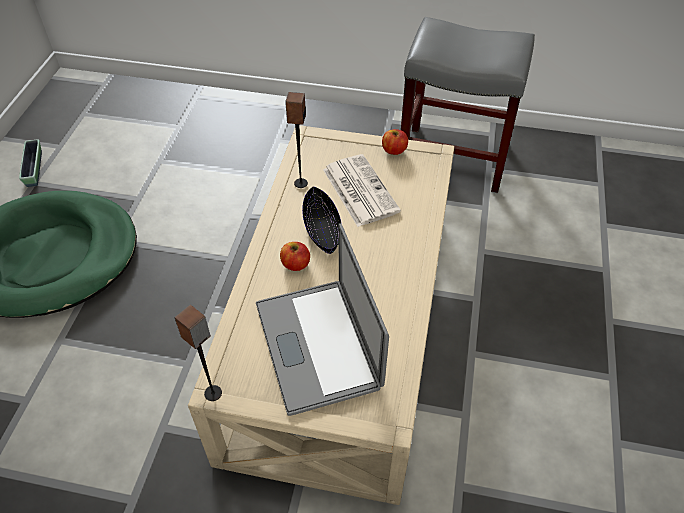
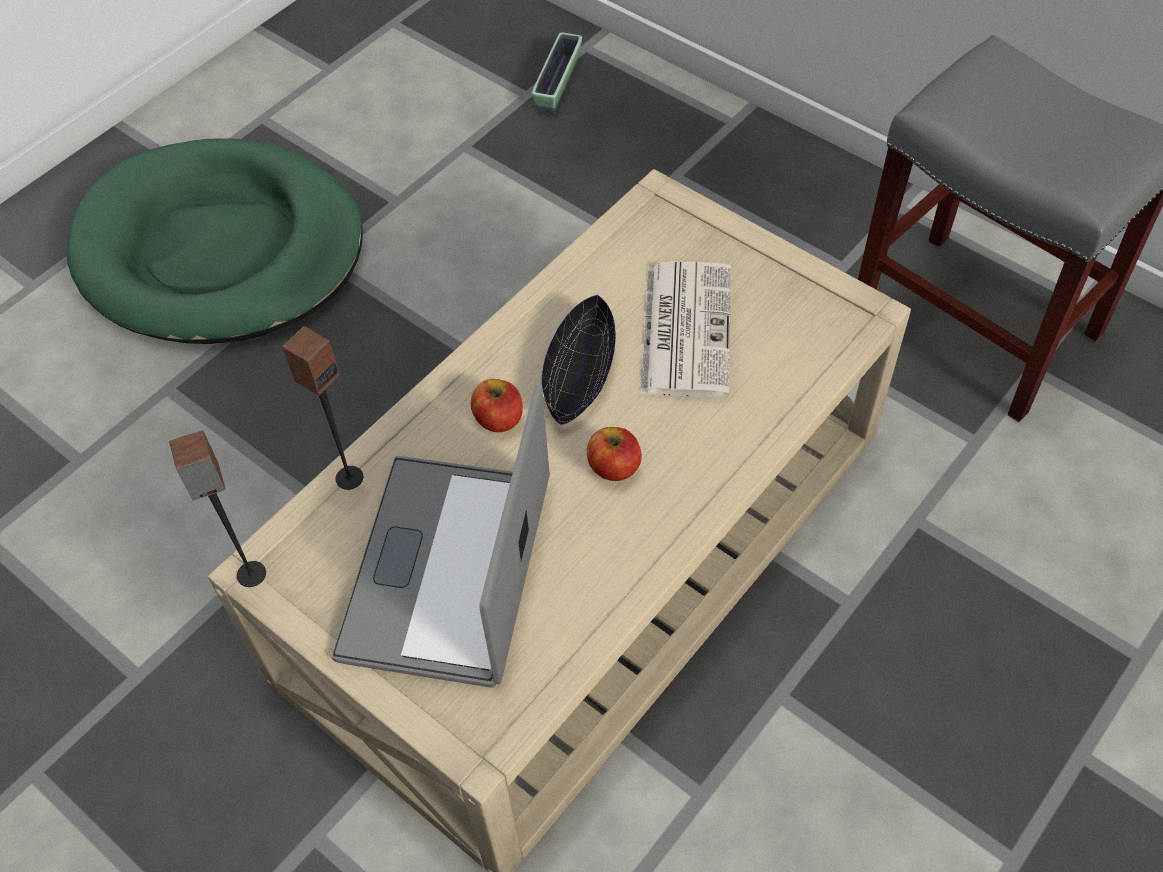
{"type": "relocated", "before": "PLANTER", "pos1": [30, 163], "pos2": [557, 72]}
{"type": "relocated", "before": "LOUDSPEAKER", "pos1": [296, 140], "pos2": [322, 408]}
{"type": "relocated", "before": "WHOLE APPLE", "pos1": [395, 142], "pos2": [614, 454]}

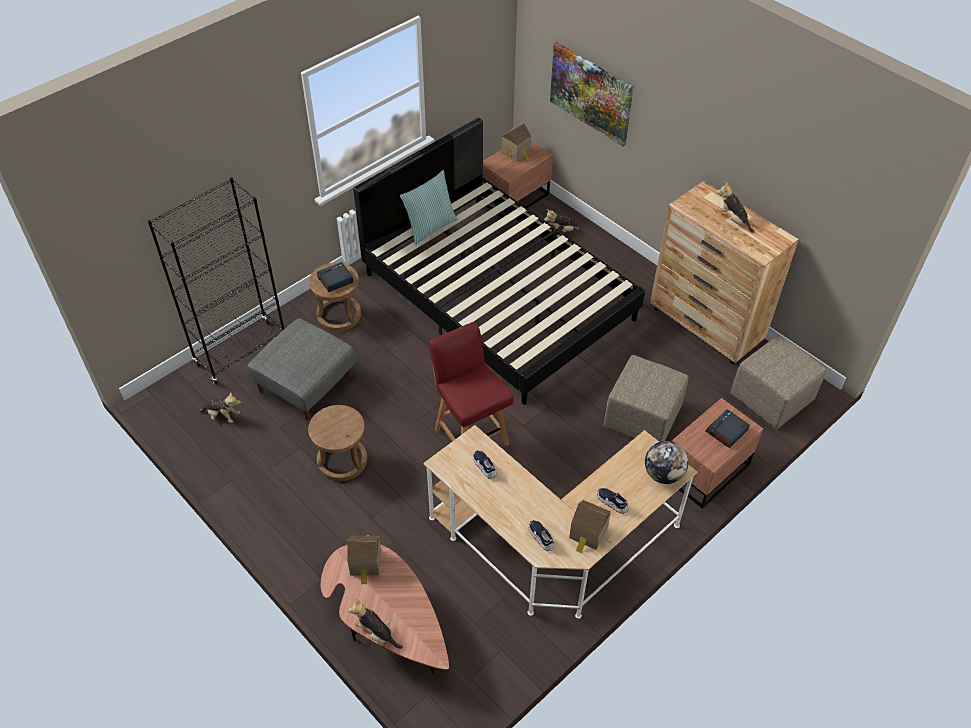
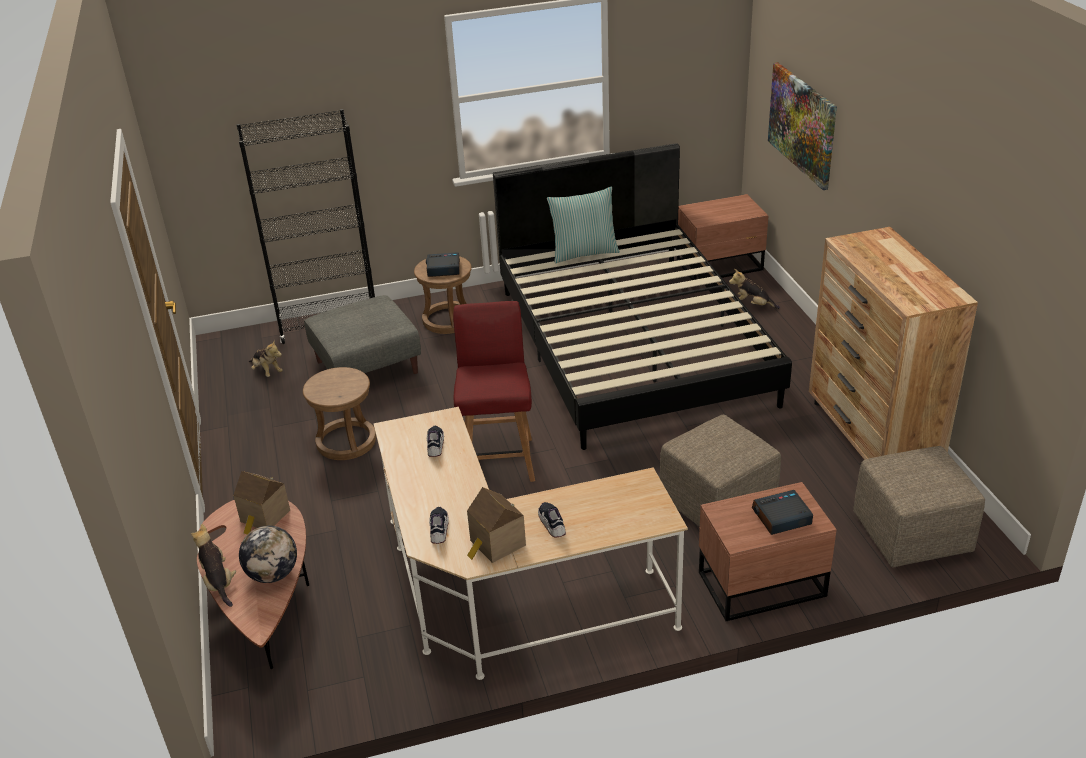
{"type": "missing", "before": "MODEL HOUSE", "pos1": [516, 142]}
{"type": "relocated", "before": "WORLD GLOBE", "pos1": [666, 462], "pos2": [268, 554]}
{"type": "missing", "before": "CUDDLY TOY", "pos1": [735, 207]}

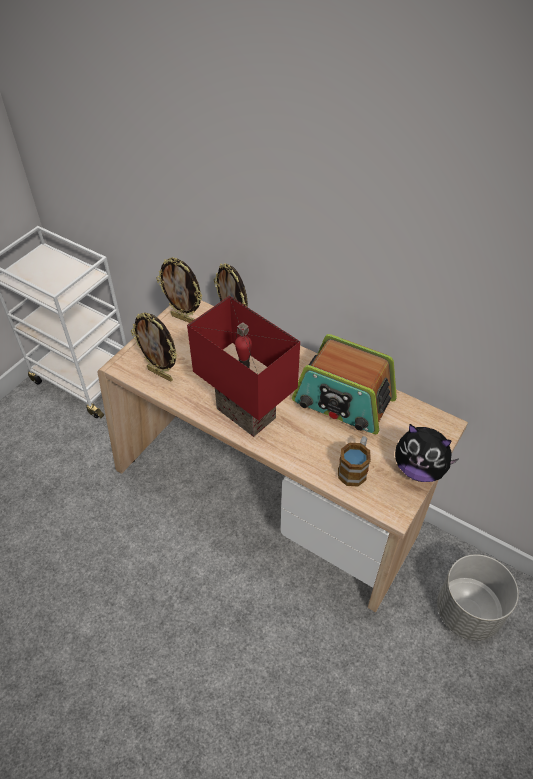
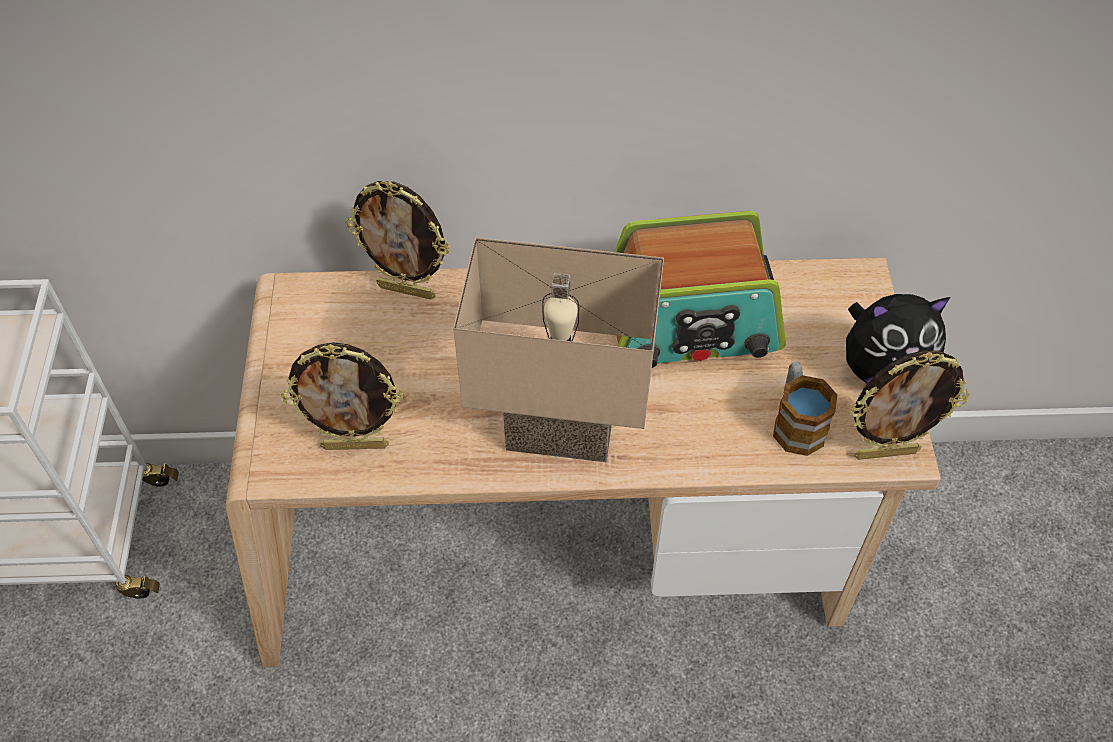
{"type": "relocated", "before": "PHOTO FRAME", "pos1": [179, 290], "pos2": [909, 405]}
{"type": "colour", "before": "RED LAMP FOR A TABLE", "after": "BEIGE LAMP FOR A TABLE", "pos1": [243, 366], "pos2": [558, 349]}
{"type": "missing", "before": "GRAY PLANTER", "pos1": [478, 597]}

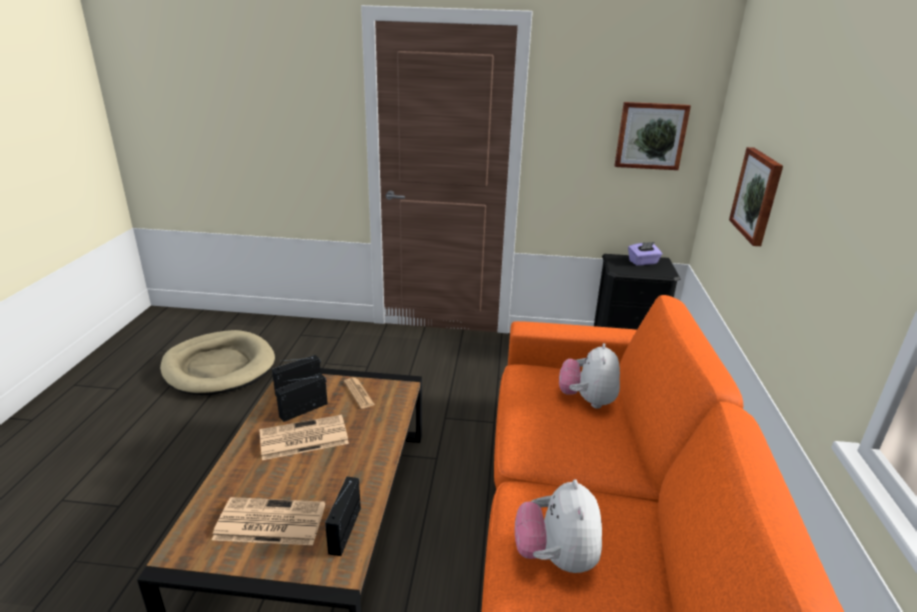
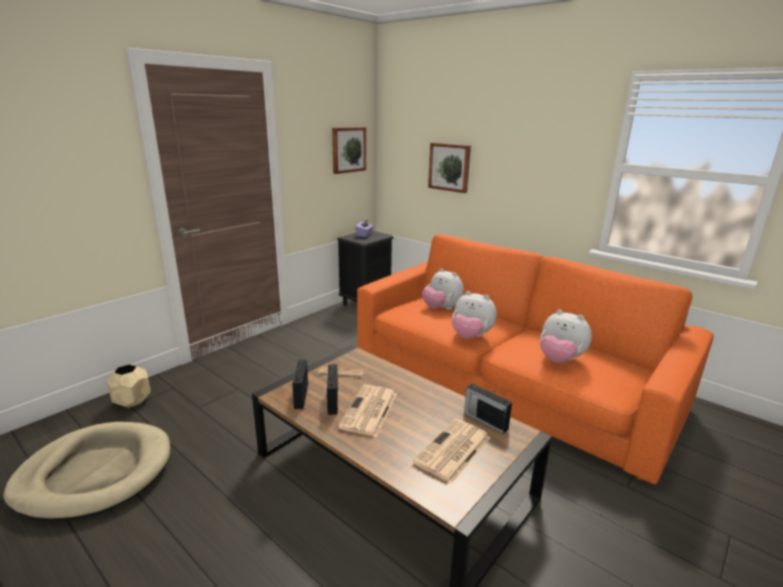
{"type": "appeared", "after": "BEIGE PLANTER", "pos2": [129, 386]}
{"type": "appeared", "after": "CUDDLY TOY", "pos2": [474, 315]}

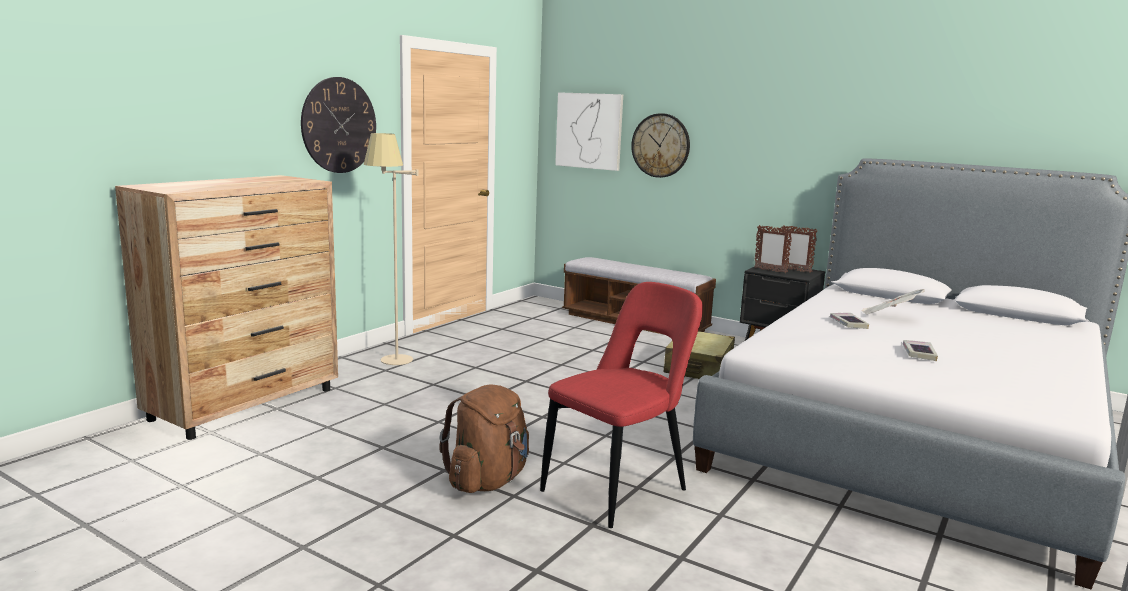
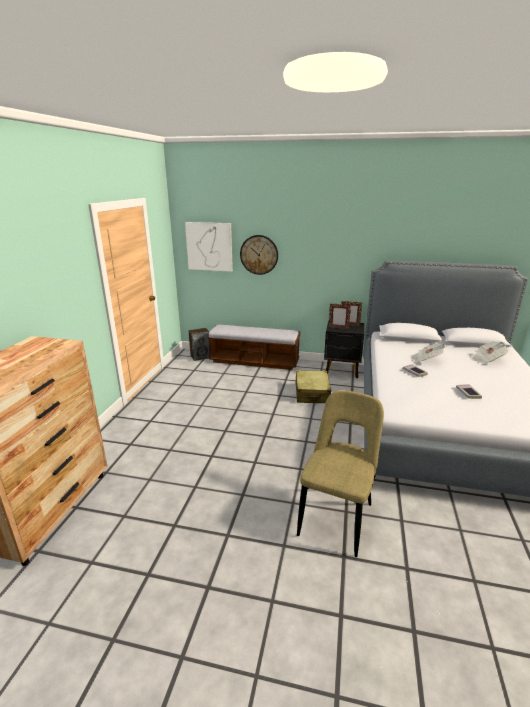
{"type": "missing", "before": "CLOCK ON THE WALL", "pos1": [338, 125]}
{"type": "missing", "before": "BEIGE STANDING LAMP", "pos1": [391, 249]}
{"type": "missing", "before": "BROWN KNAPSACK", "pos1": [484, 438]}
{"type": "colour", "before": "RED UPRIGHT CHAIR", "after": "BEIGE UPRIGHT CHAIR", "pos1": [621, 405], "pos2": [340, 473]}
{"type": "appeared", "after": "LOUDSPEAKER", "pos2": [199, 344]}
{"type": "appeared", "after": "NEWSPAPER", "pos2": [489, 352]}

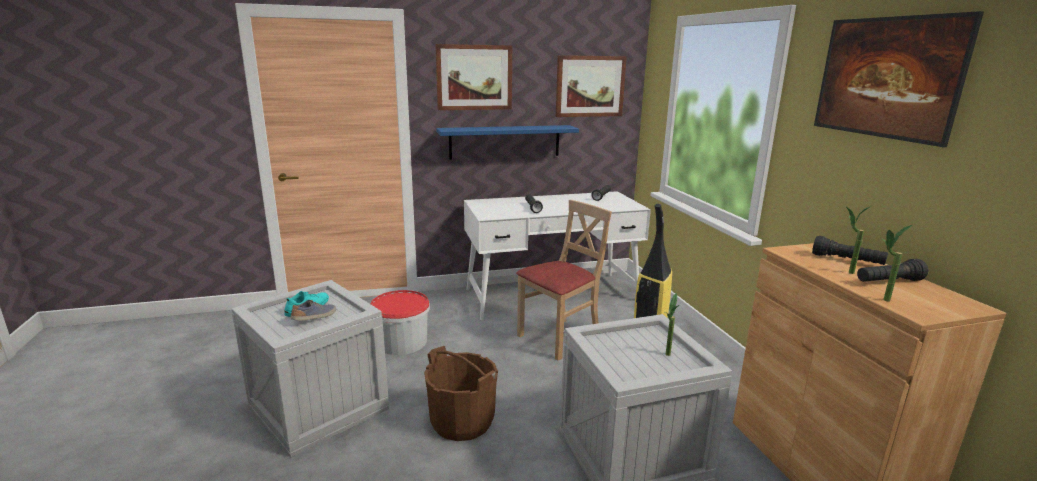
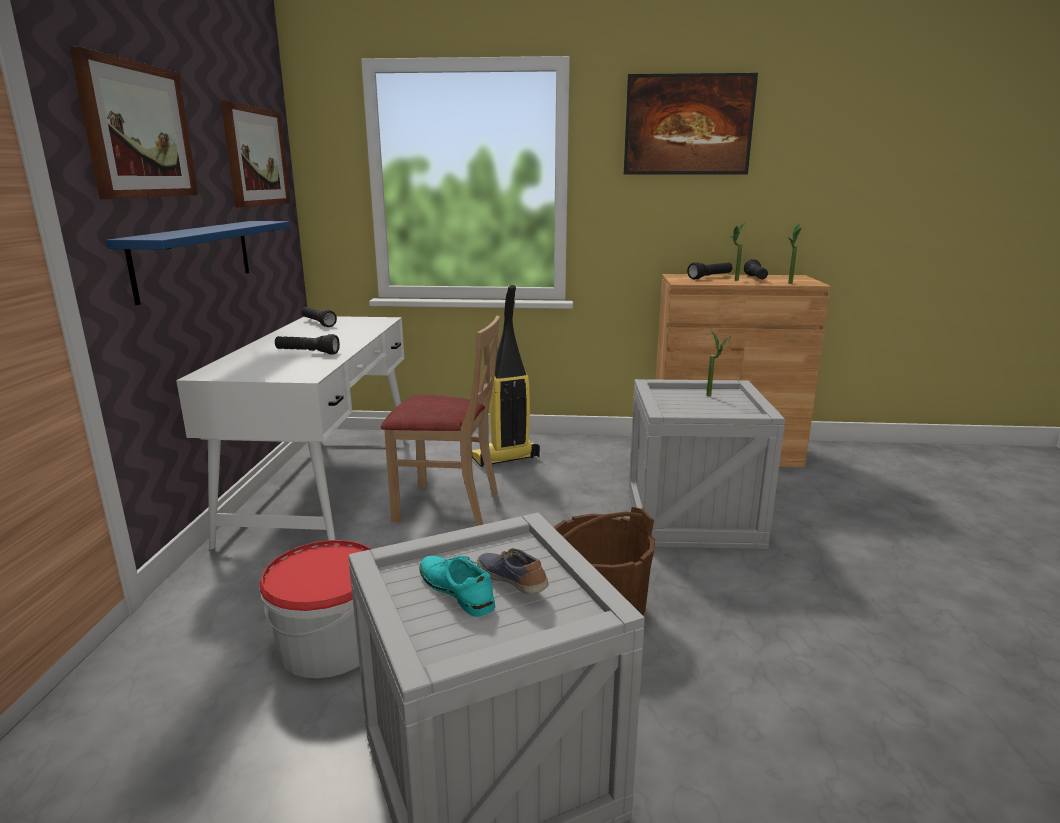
{"type": "spun", "before": "BEIGE UPRIGHT CHAIR", "pos1": [564, 280], "pos2": [440, 420], "turn": 120}

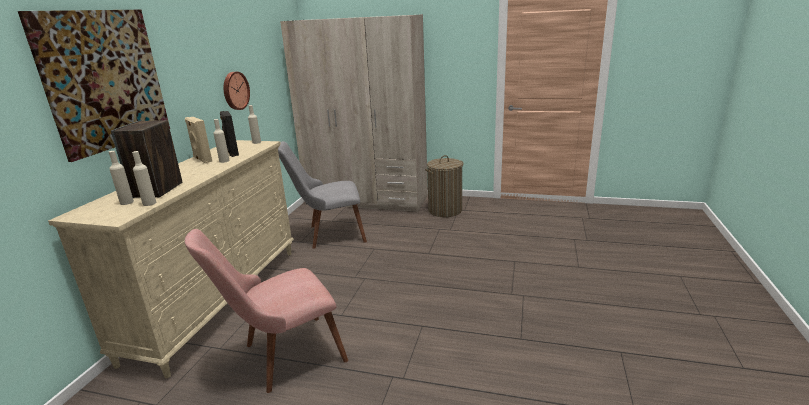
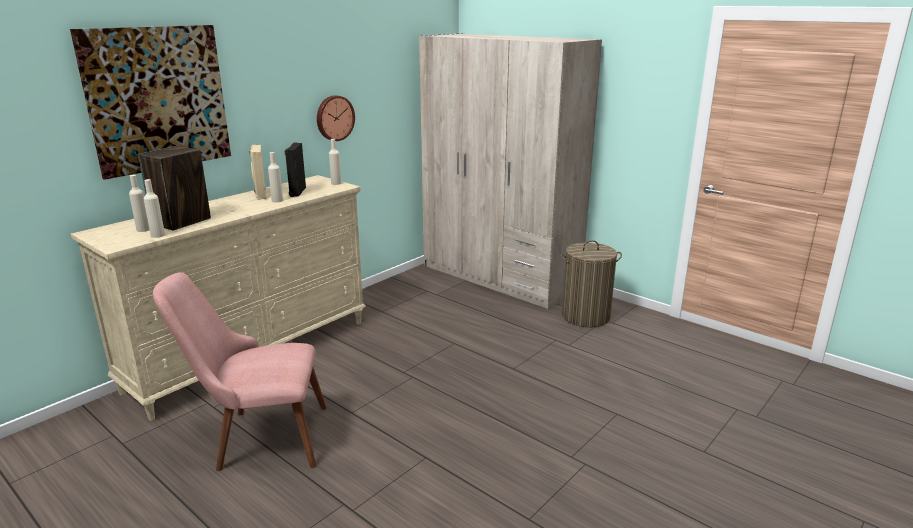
{"type": "missing", "before": "GRAY UPRIGHT CHAIR", "pos1": [322, 195]}

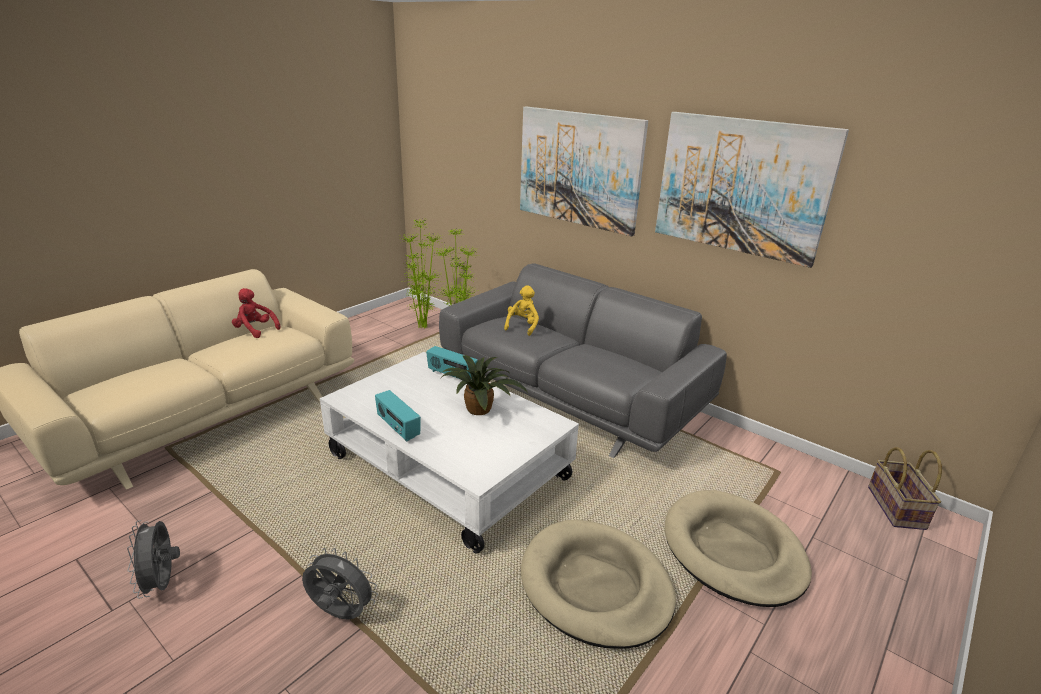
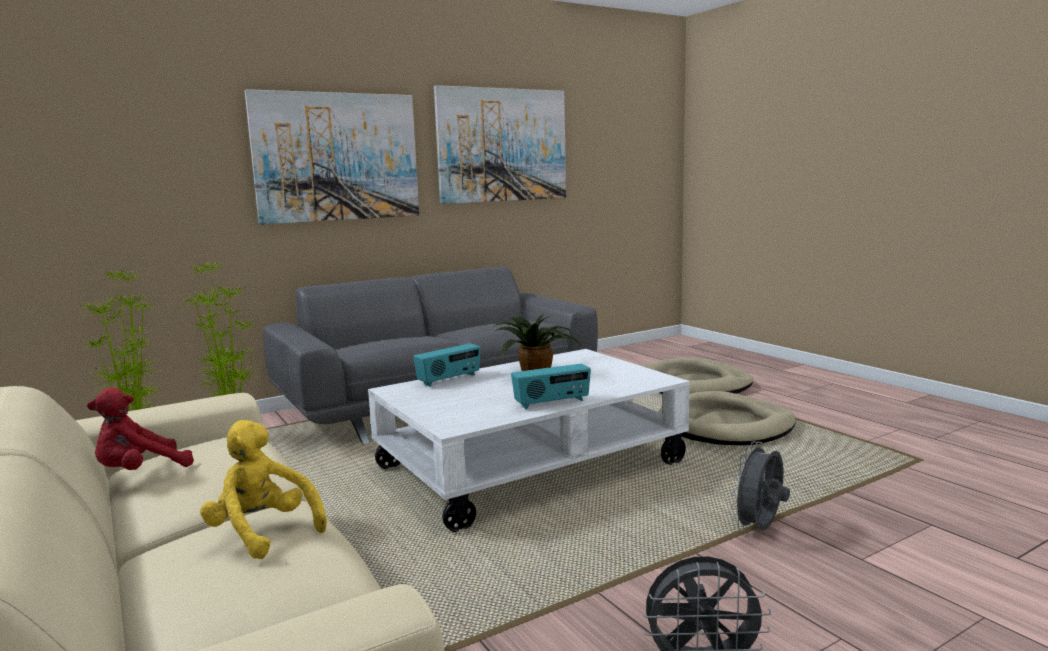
{"type": "relocated", "before": "YELLOW CUDDLY TOY", "pos1": [521, 310], "pos2": [263, 489]}
{"type": "missing", "before": "STORAGE BASKET", "pos1": [905, 488]}

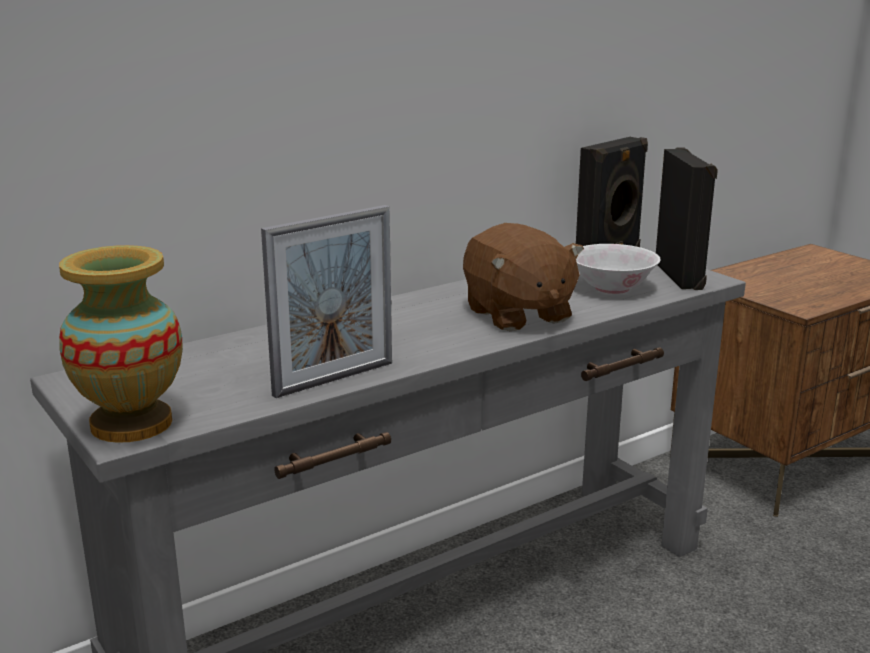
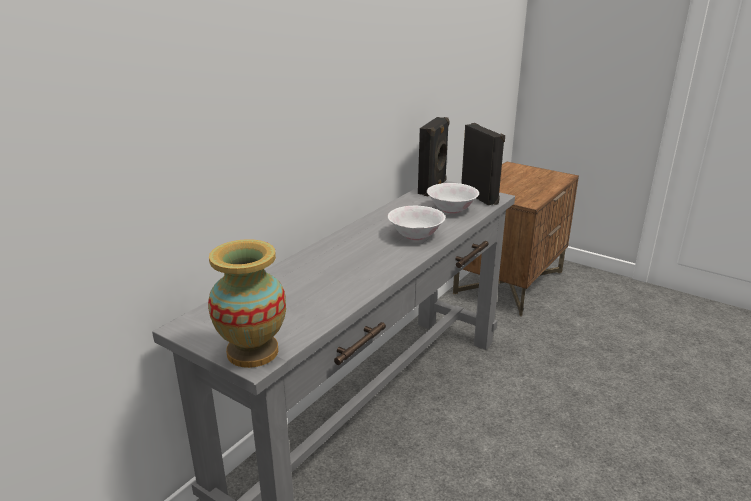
{"type": "missing", "before": "PHOTO FRAME", "pos1": [326, 301]}
{"type": "exchanged", "before": "BROWN CUDDLY TOY", "after": "WHITISH DEEP DISH", "pos1": [523, 277], "pos2": [416, 223]}

